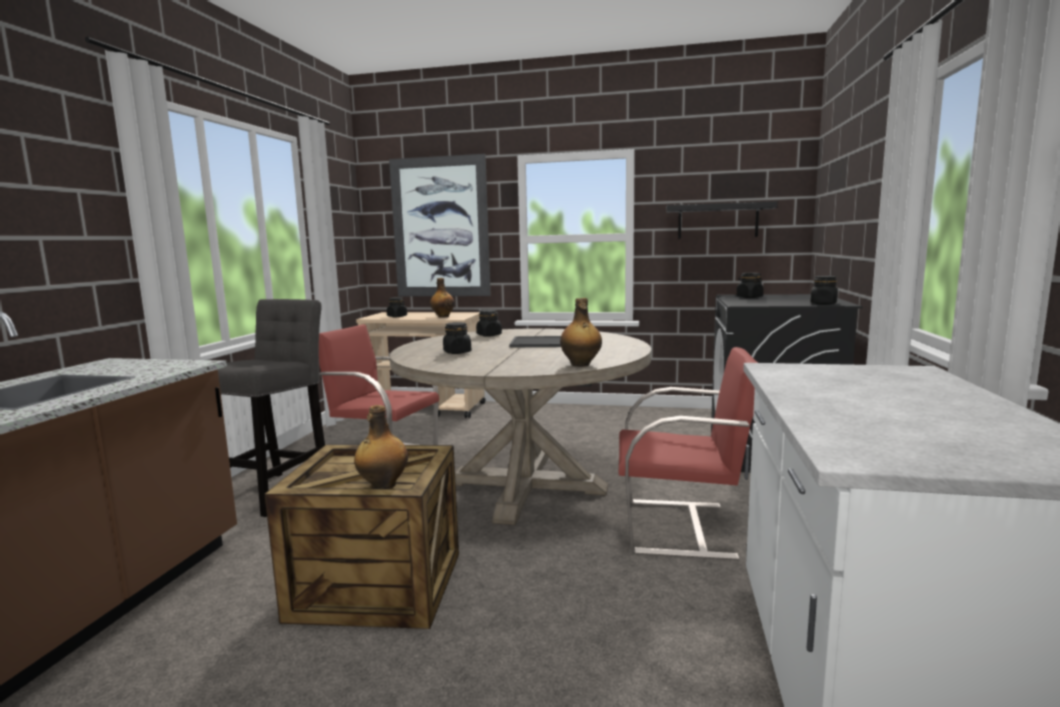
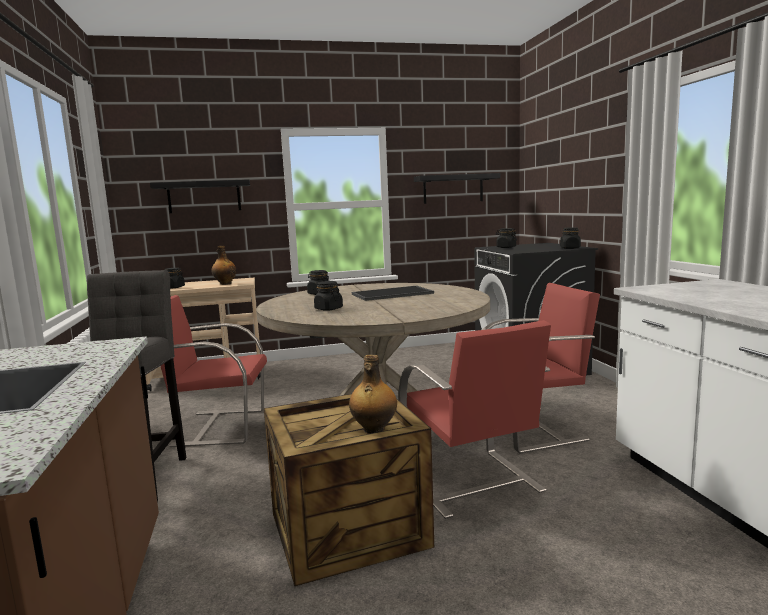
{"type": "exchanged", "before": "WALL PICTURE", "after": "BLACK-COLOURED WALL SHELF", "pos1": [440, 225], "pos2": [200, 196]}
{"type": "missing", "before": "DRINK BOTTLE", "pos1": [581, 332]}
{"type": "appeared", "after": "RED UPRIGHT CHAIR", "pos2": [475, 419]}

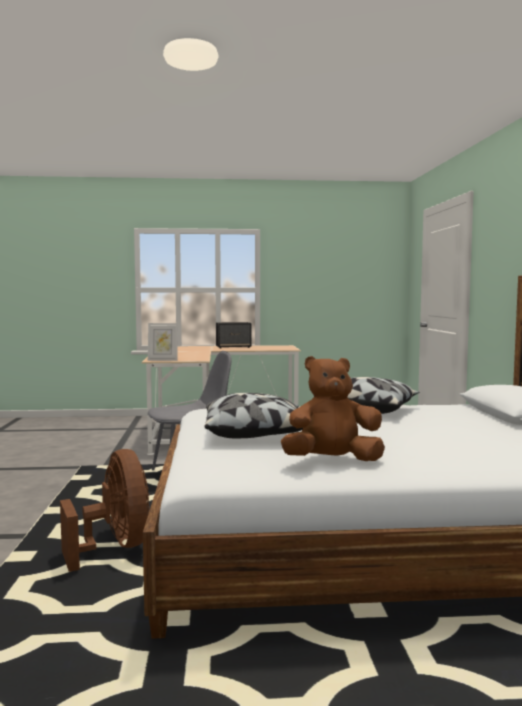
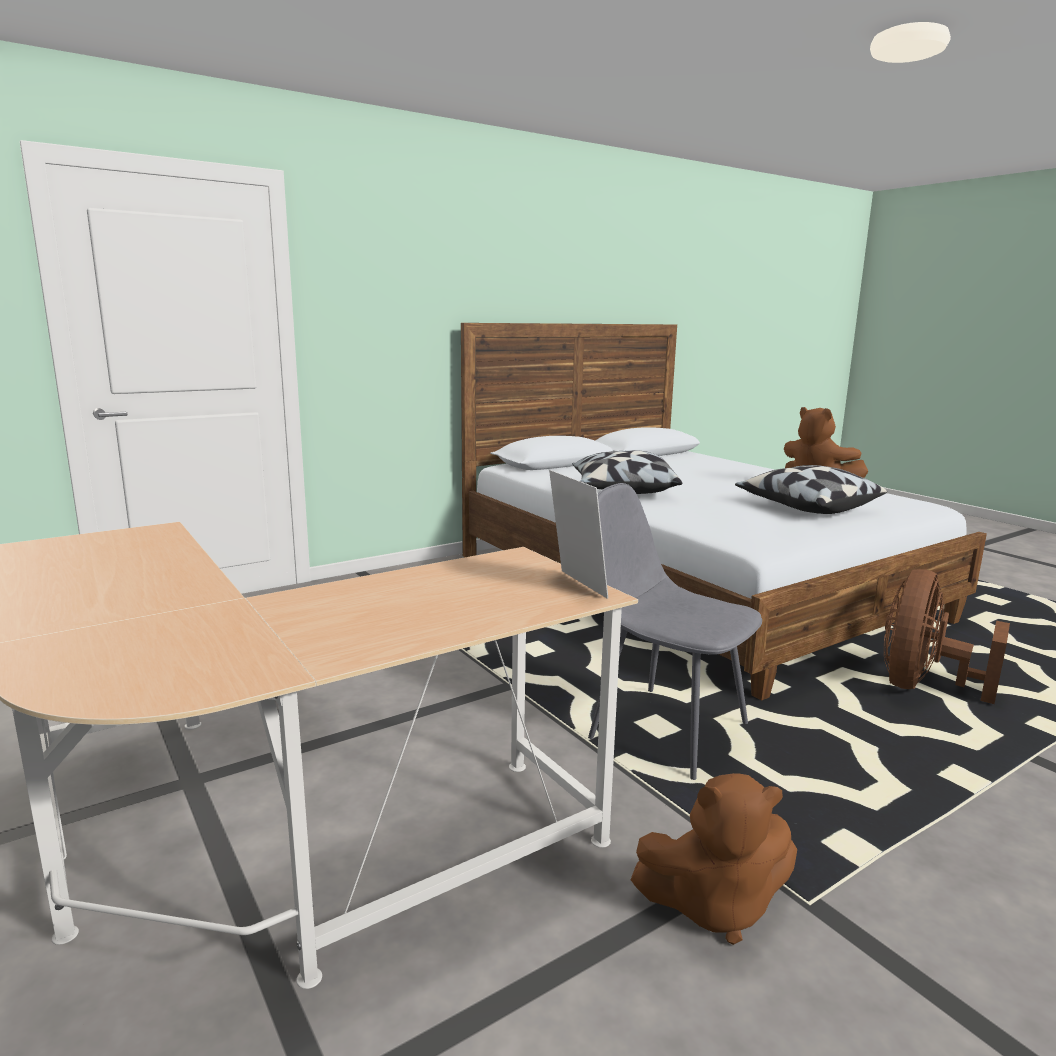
{"type": "missing", "before": "LOUDSPEAKER", "pos1": [234, 335]}
{"type": "appeared", "after": "BROWN CUDDLY TOY", "pos2": [714, 859]}

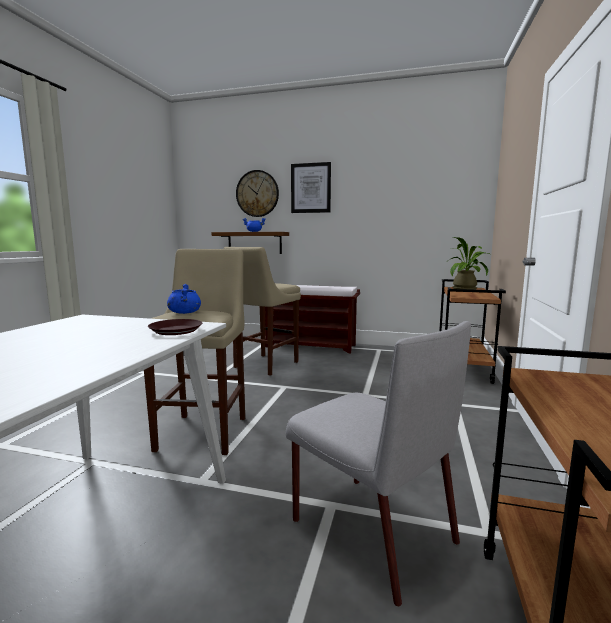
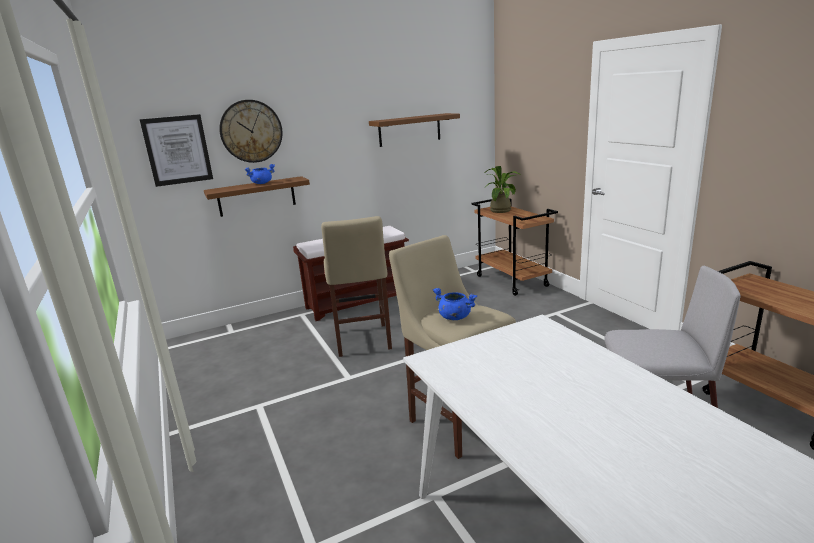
{"type": "missing", "before": "BROWN PLATE", "pos1": [175, 327]}
{"type": "relocated", "before": "WALL PICTURE", "pos1": [311, 187], "pos2": [176, 150]}
{"type": "appeared", "after": "BROWN WALL SHELF", "pos2": [414, 130]}

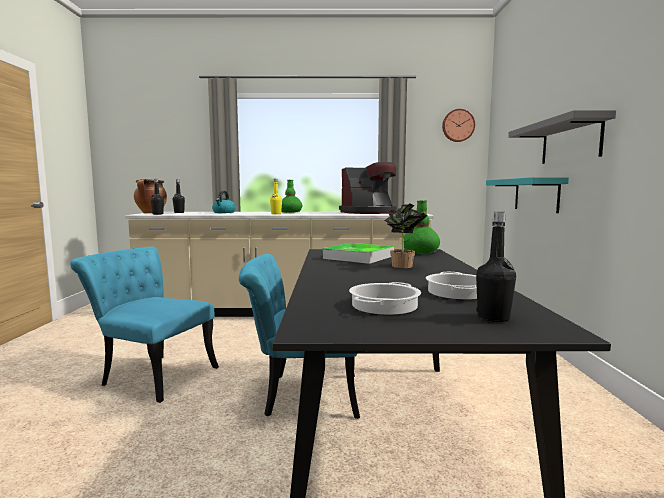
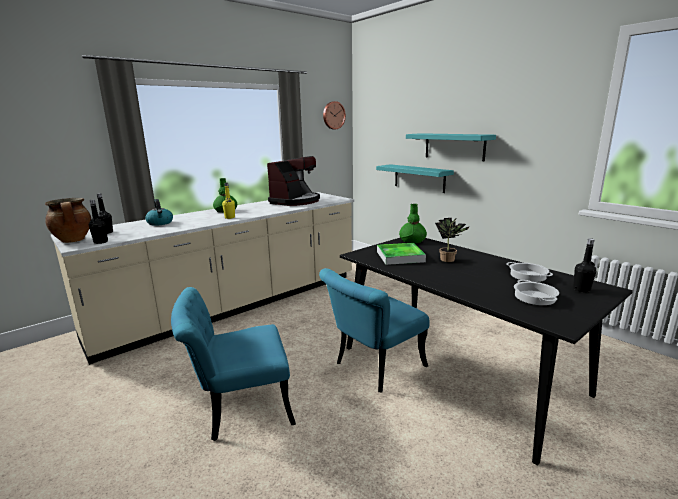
{"type": "colour", "before": "GRAY WALL SHELF", "after": "TURQUOISE-COLOURED WALL SHELF", "pos1": [562, 137], "pos2": [451, 147]}

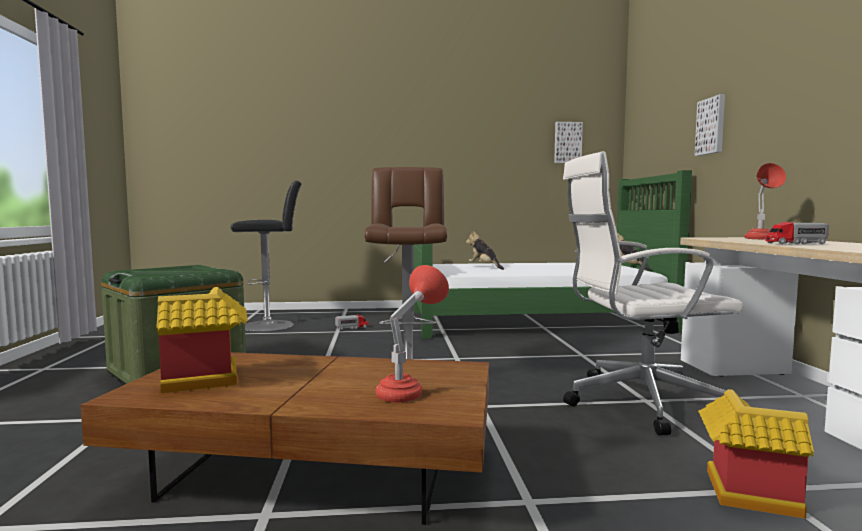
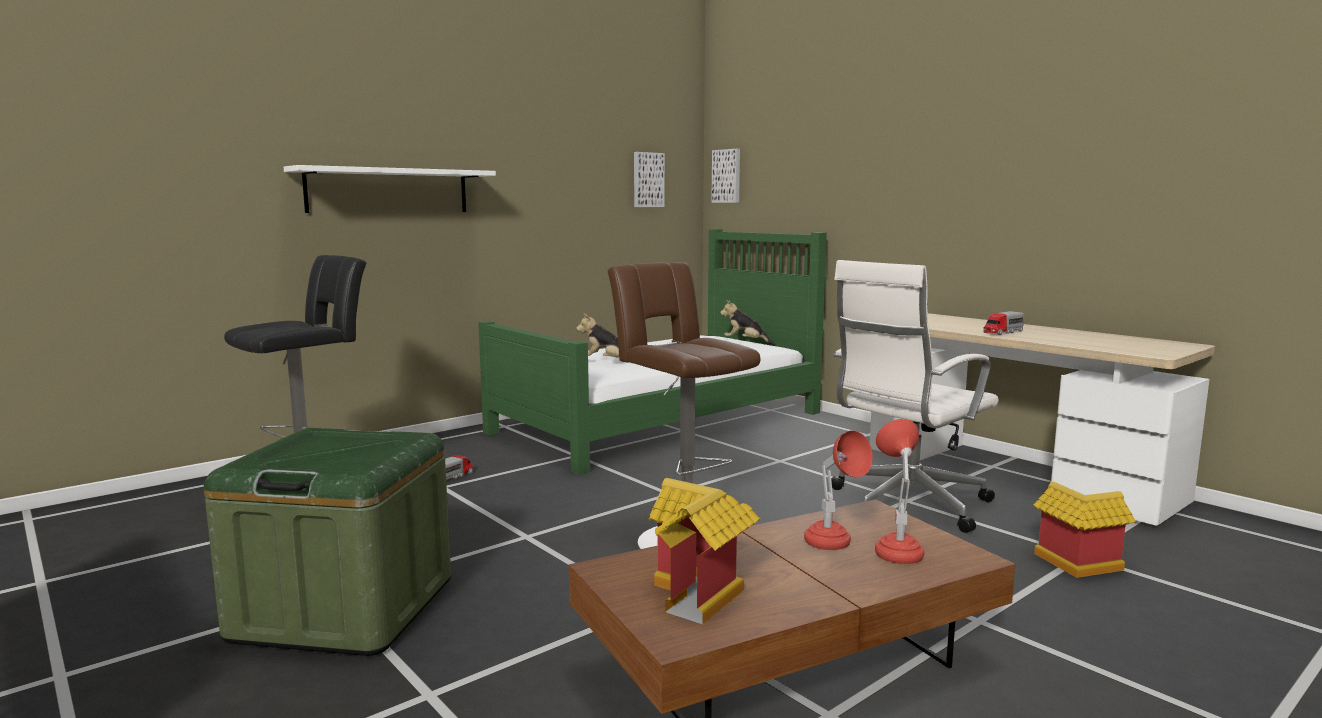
{"type": "relocated", "before": "WALL PICTURE", "pos1": [710, 125], "pos2": [725, 176]}
{"type": "relocated", "before": "RED LAMP FOR A TABLE", "pos1": [765, 201], "pos2": [838, 490]}
{"type": "appeared", "after": "WHITISH WALL SHELF", "pos2": [390, 189]}

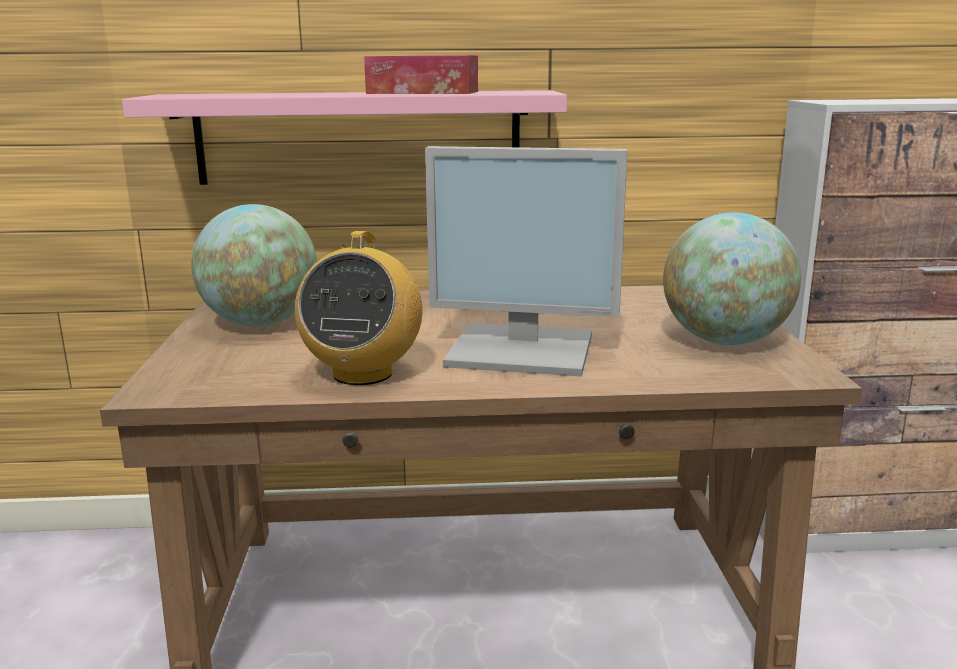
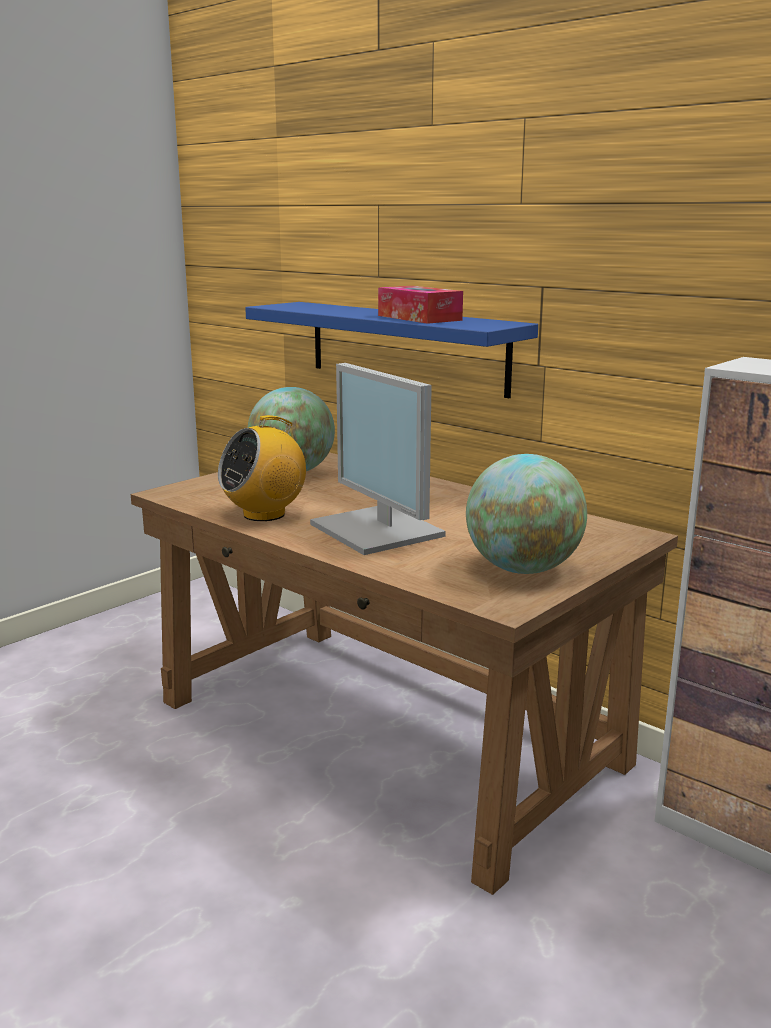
{"type": "colour", "before": "PINKISH WALL SHELF", "after": "BLUE WALL SHELF", "pos1": [344, 137], "pos2": [391, 350]}

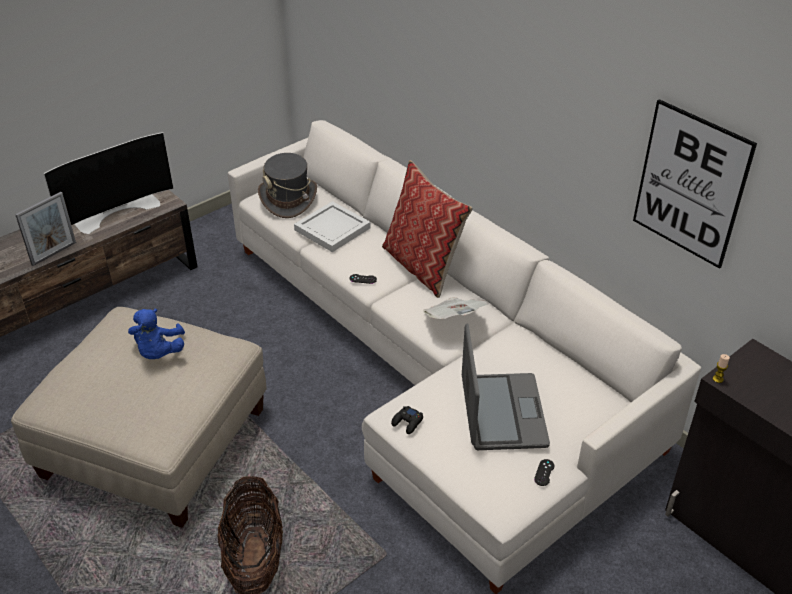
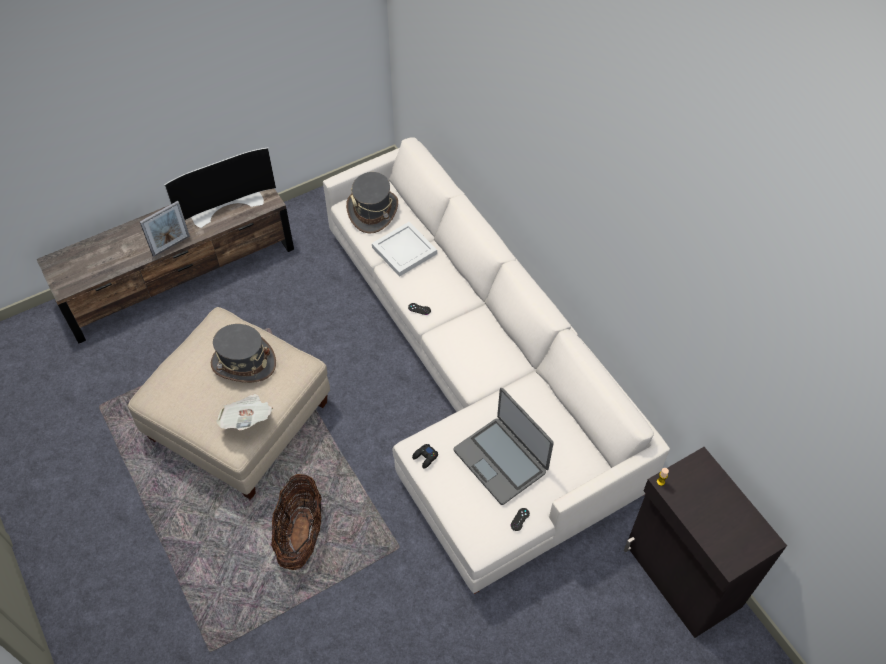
{"type": "exchanged", "before": "BLUE CUDDLY TOY", "after": "GRAY WEARABLE HAT", "pos1": [156, 334], "pos2": [243, 353]}
{"type": "missing", "before": "PILLOW", "pos1": [427, 229]}
{"type": "relocated", "before": "NEWSPAPER", "pos1": [456, 308], "pos2": [244, 412]}
{"type": "spun", "before": "PORTABLE COMPUTER", "pos1": [506, 386], "pos2": [504, 446], "turn": 135}
{"type": "missing", "before": "WALL PICTURE", "pos1": [695, 184]}

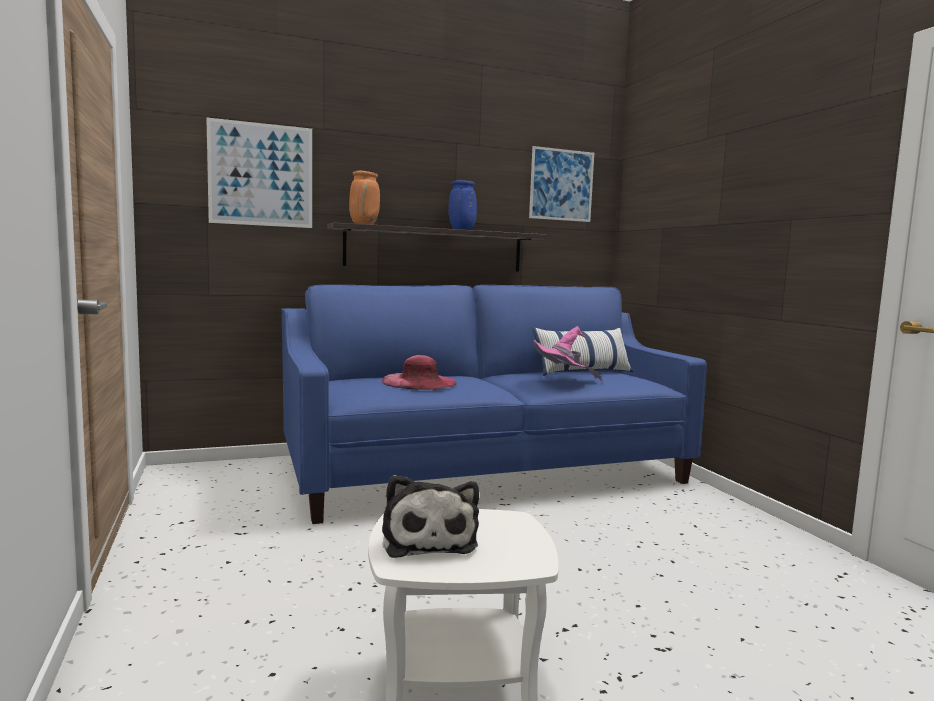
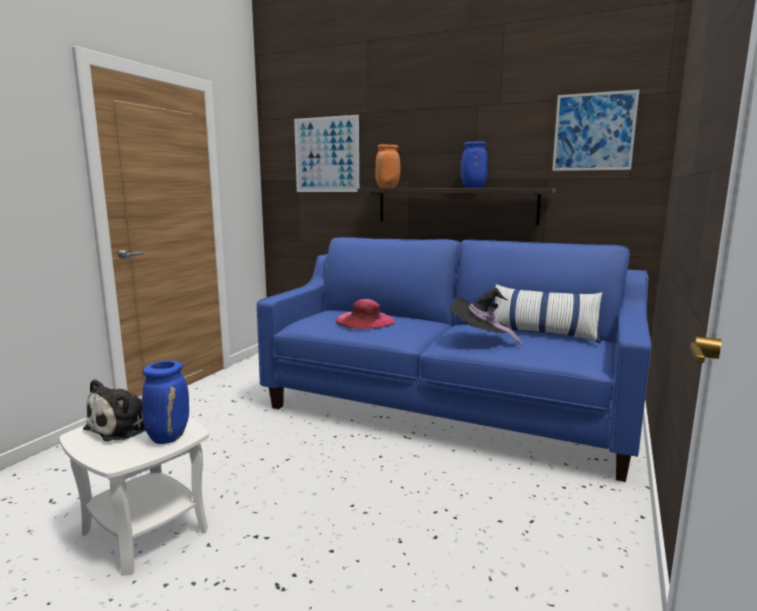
{"type": "colour", "before": "PINKISH WEARABLE HAT", "after": "BLACK-COLOURED WEARABLE HAT", "pos1": [568, 353], "pos2": [486, 316]}
{"type": "appeared", "after": "BLUE DECORATIVE VASE", "pos2": [165, 402]}

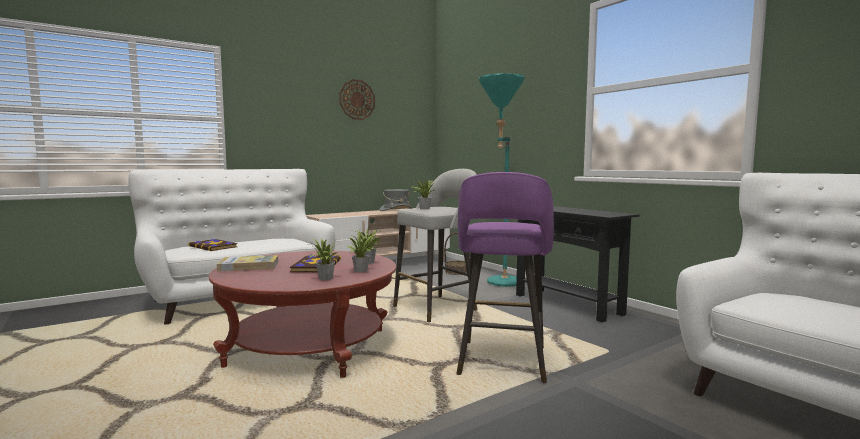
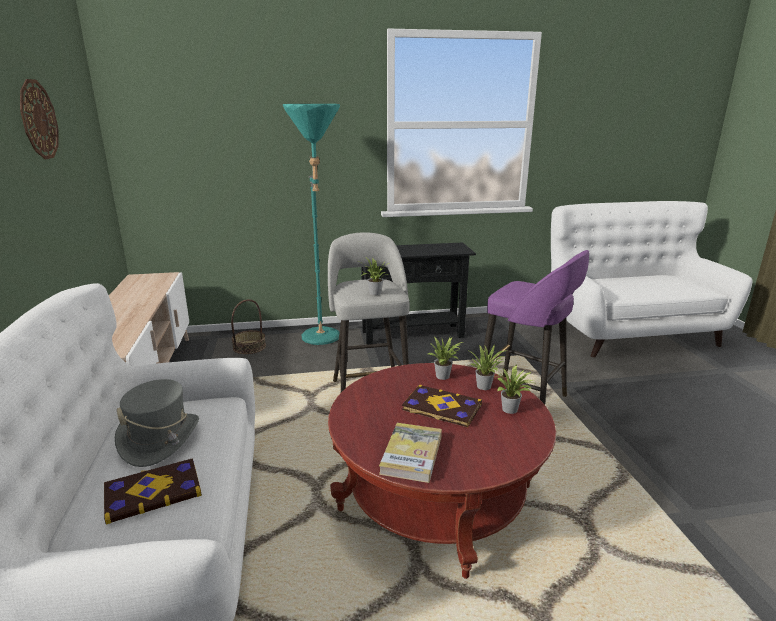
{"type": "relocated", "before": "GRAY WEARABLE HAT", "pos1": [396, 200], "pos2": [157, 423]}

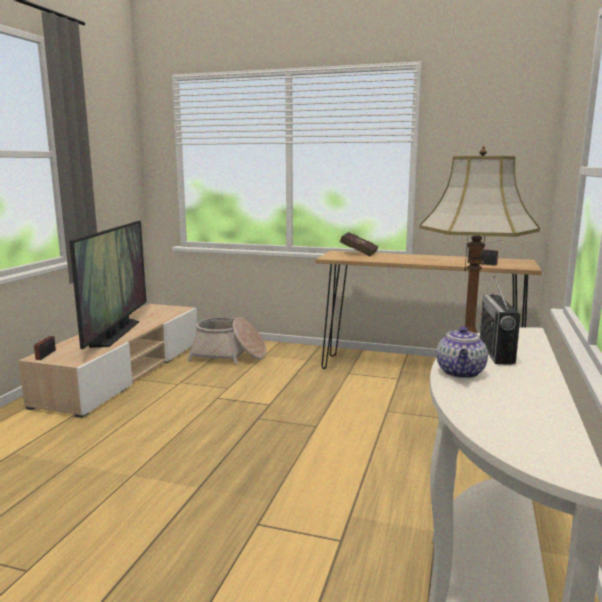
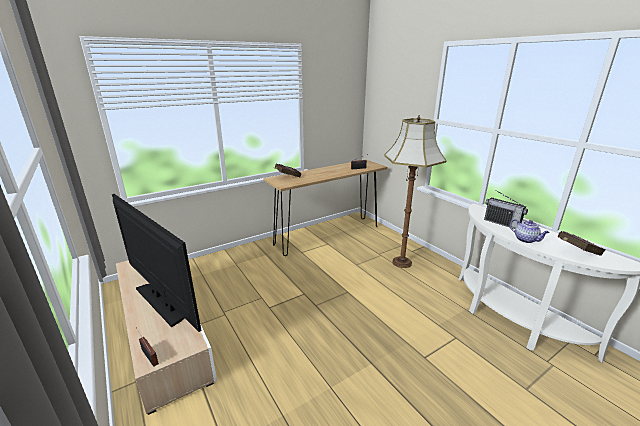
{"type": "missing", "before": "STORAGE BASKET", "pos1": [226, 341]}
{"type": "appeared", "after": "RED VOLUME", "pos2": [581, 243]}

